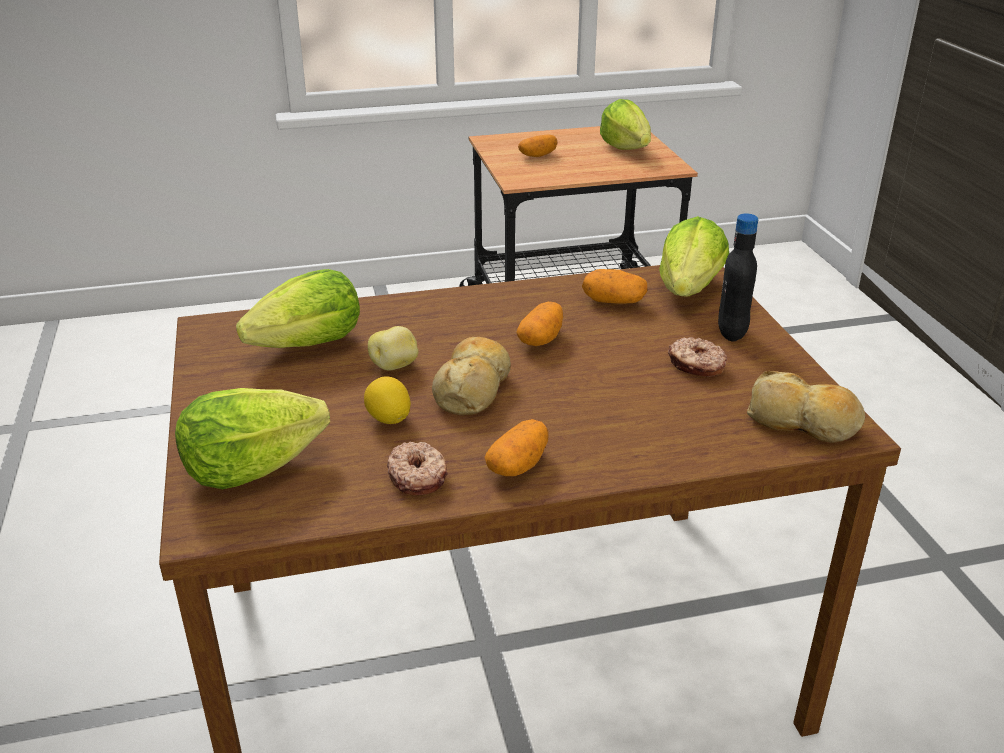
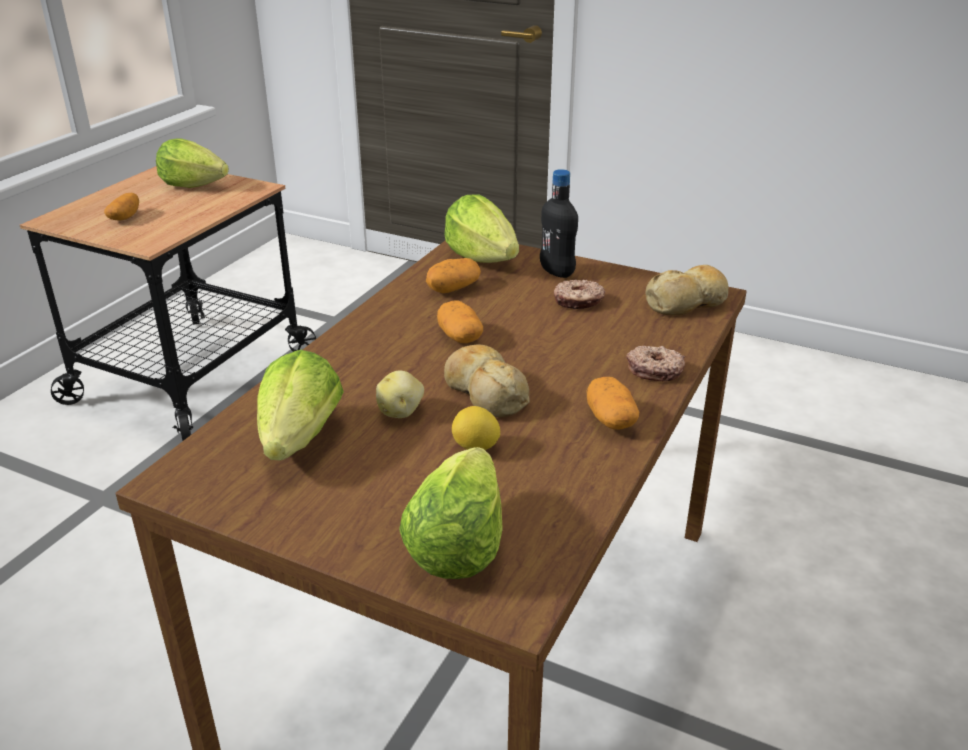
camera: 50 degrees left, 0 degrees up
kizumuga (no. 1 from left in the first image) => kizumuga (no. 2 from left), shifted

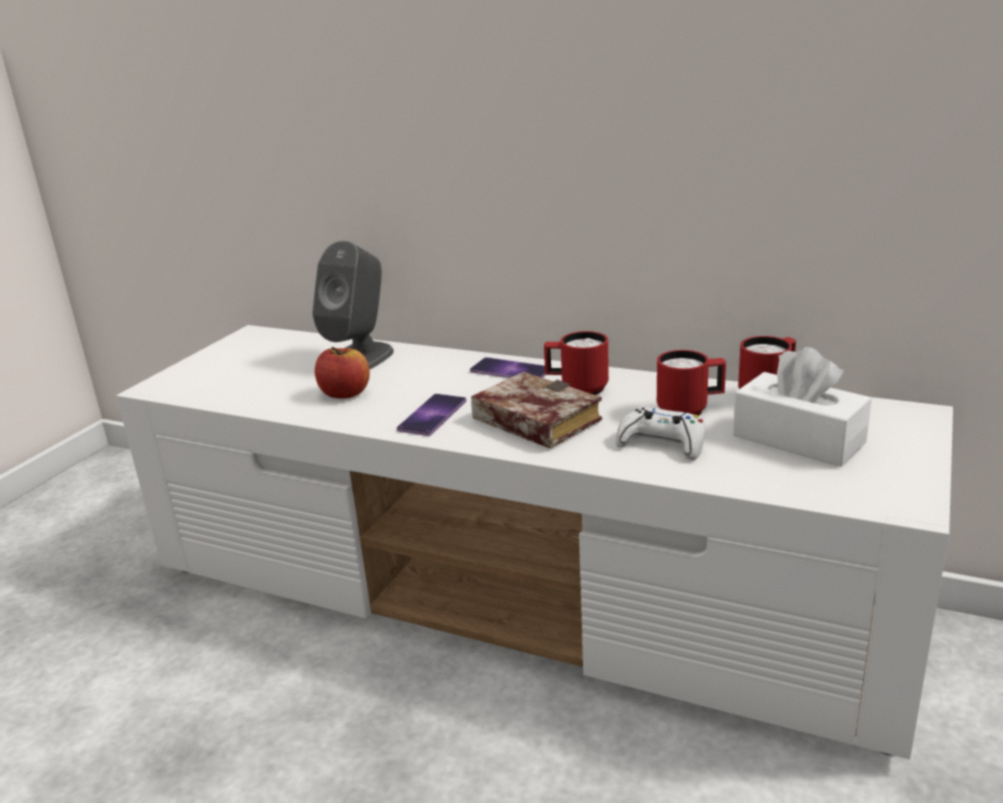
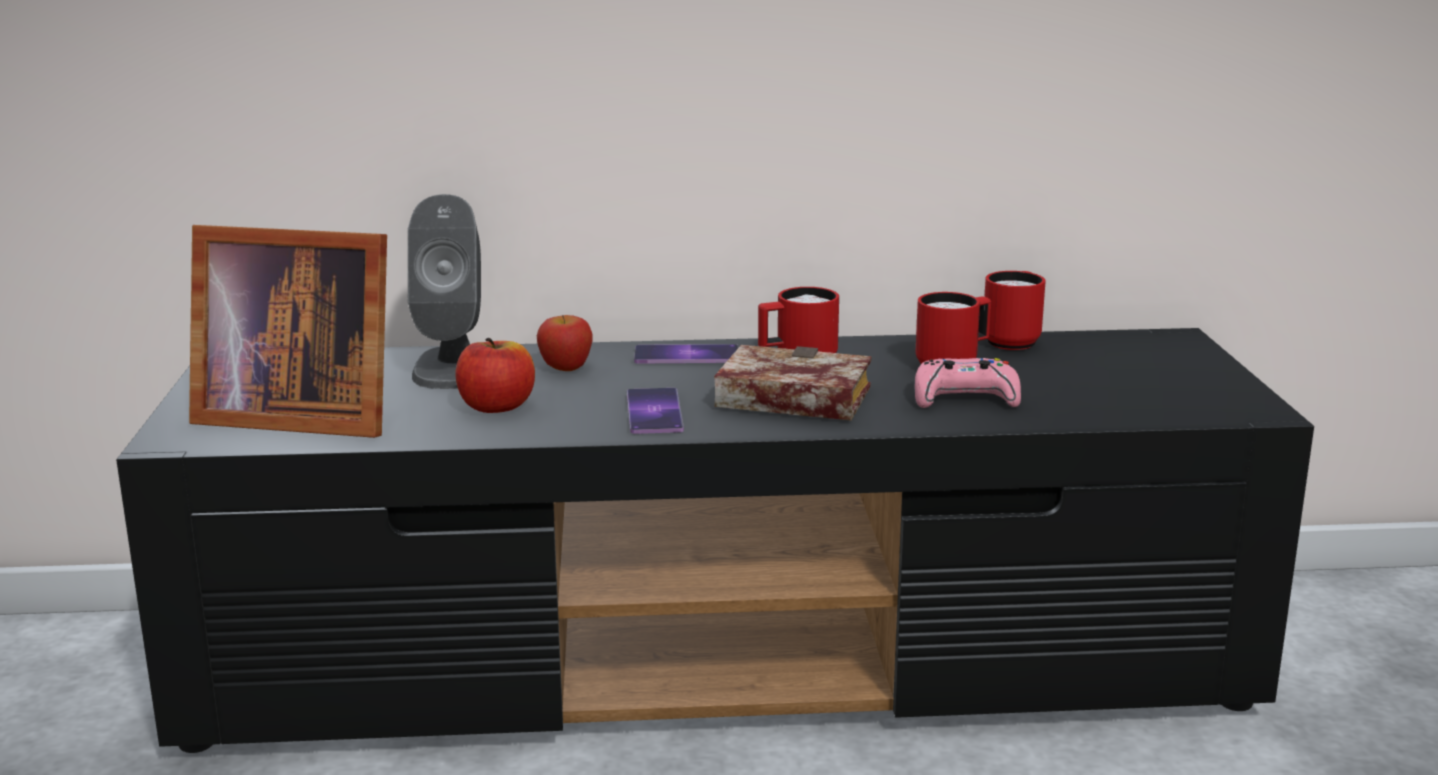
camera: 30 degrees left, 5 degrees down
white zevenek => black zevenek
nothing => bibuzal
nothing => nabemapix (no. 2 from left)
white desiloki => pink desiloki
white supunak => nothing

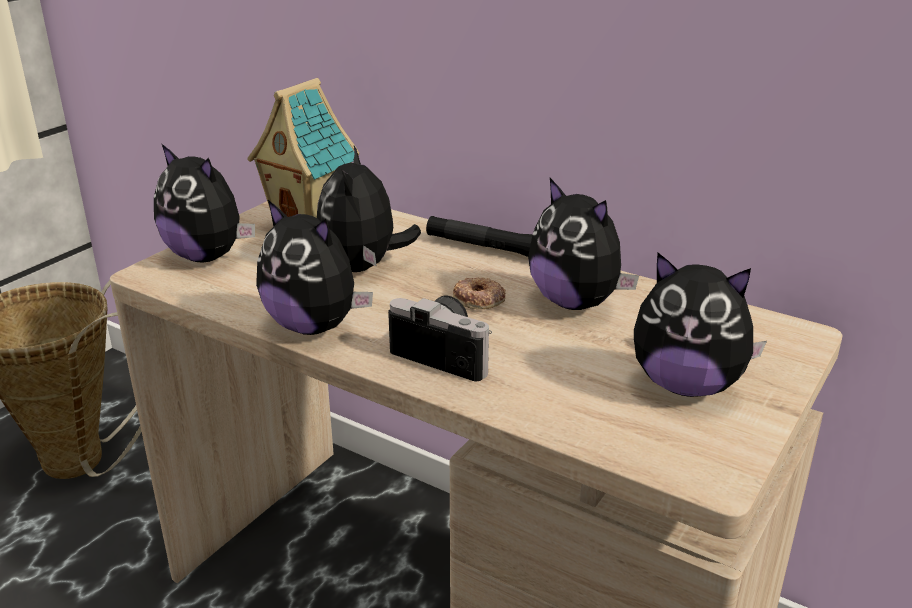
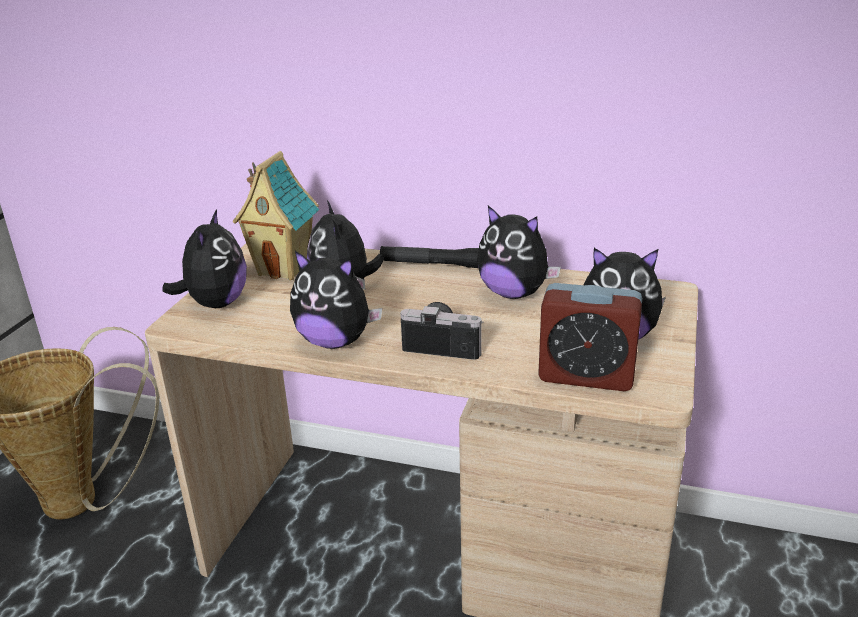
camera: 15 degrees left, 0 degrees up
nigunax (no. 1 from left), 105 degrees counterclockwise
nothing => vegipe
kizumuga => nothing

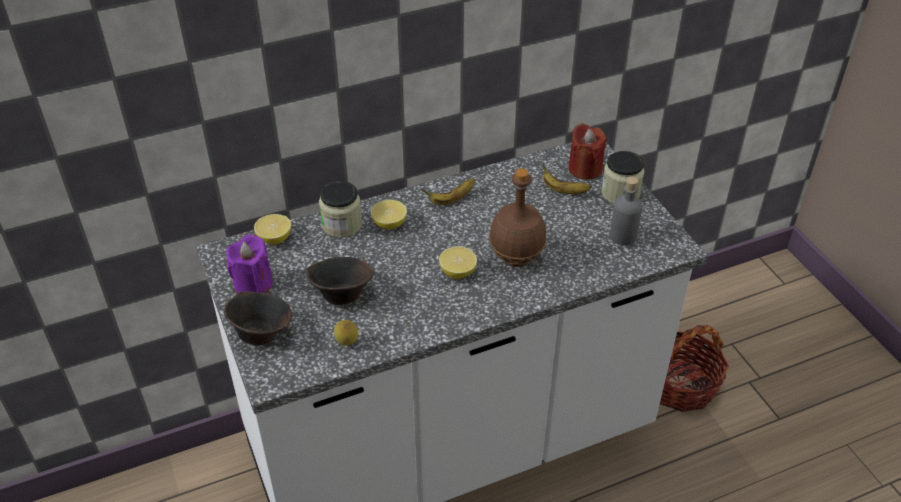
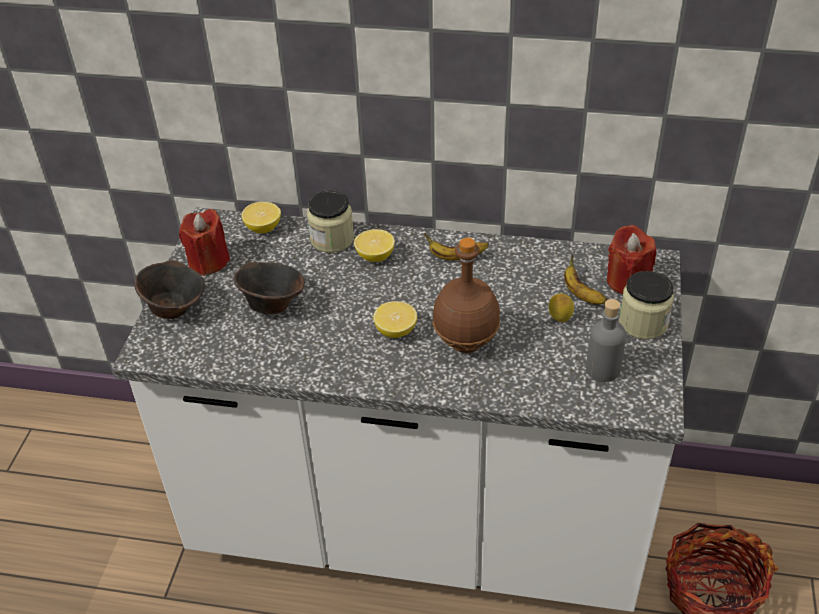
camera: 35 degrees right, 0 degrees up
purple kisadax => red kisadax (no. 1 from left)
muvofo (no. 2 from left in the first image) => muvofo (no. 4 from left), shifted

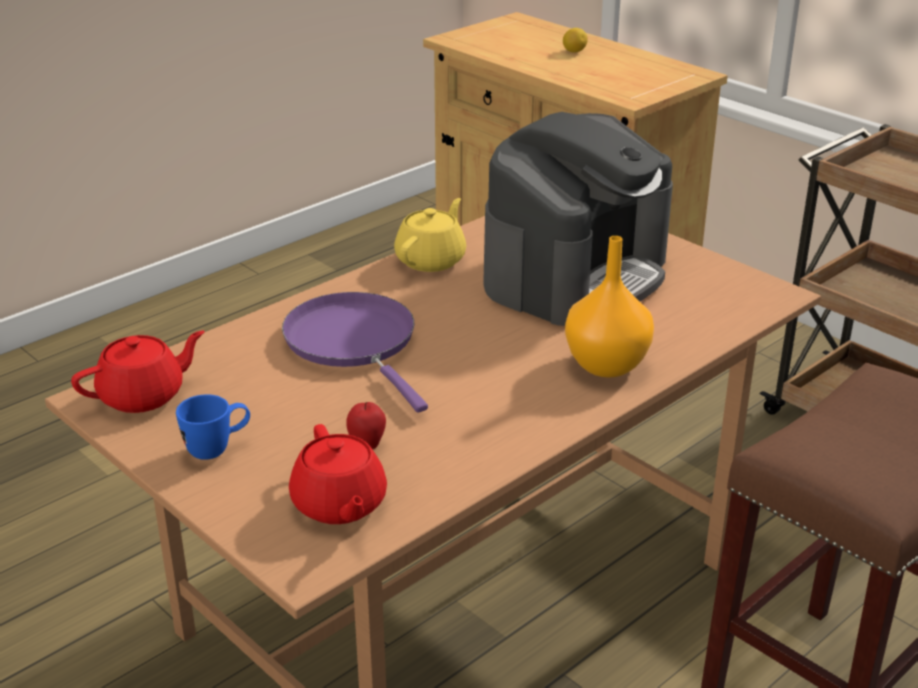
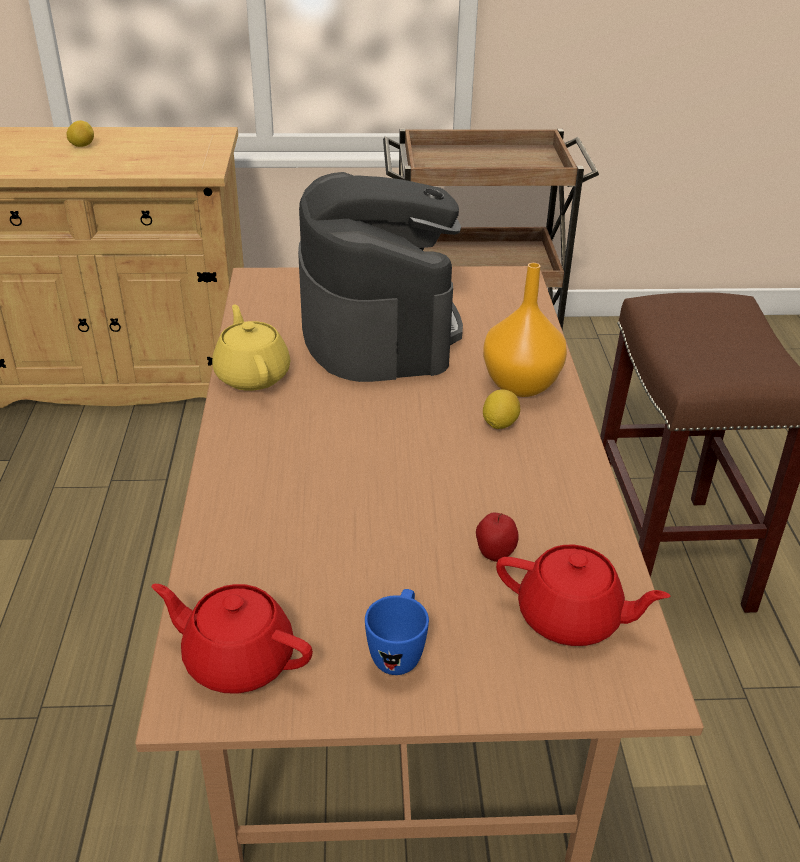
camera: 50 degrees left, 5 degrees up
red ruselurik (no. 1 from left), 75 degrees counterclockwise
nothing => muvofo (no. 2 from left)
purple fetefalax => nothing

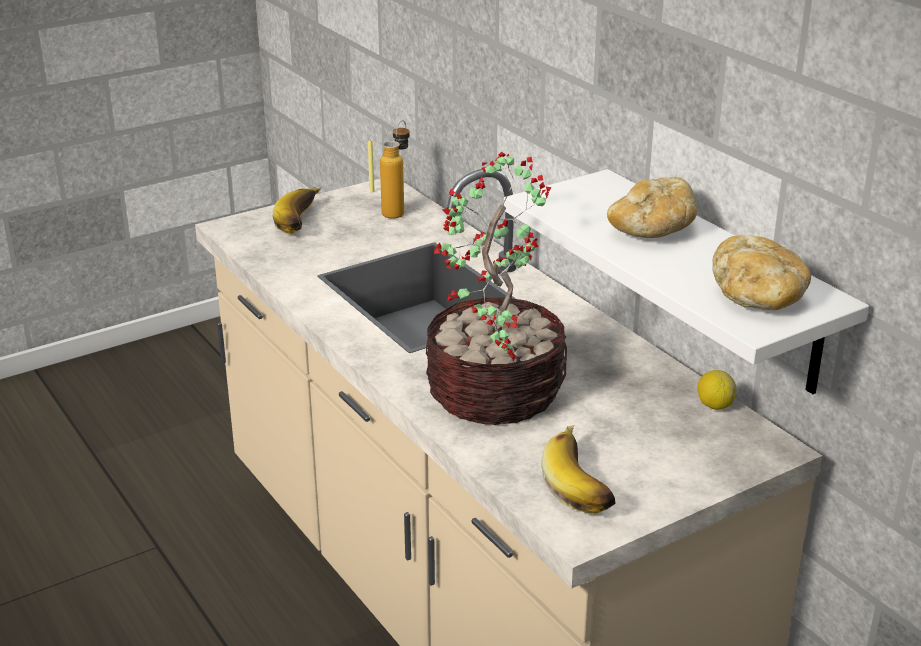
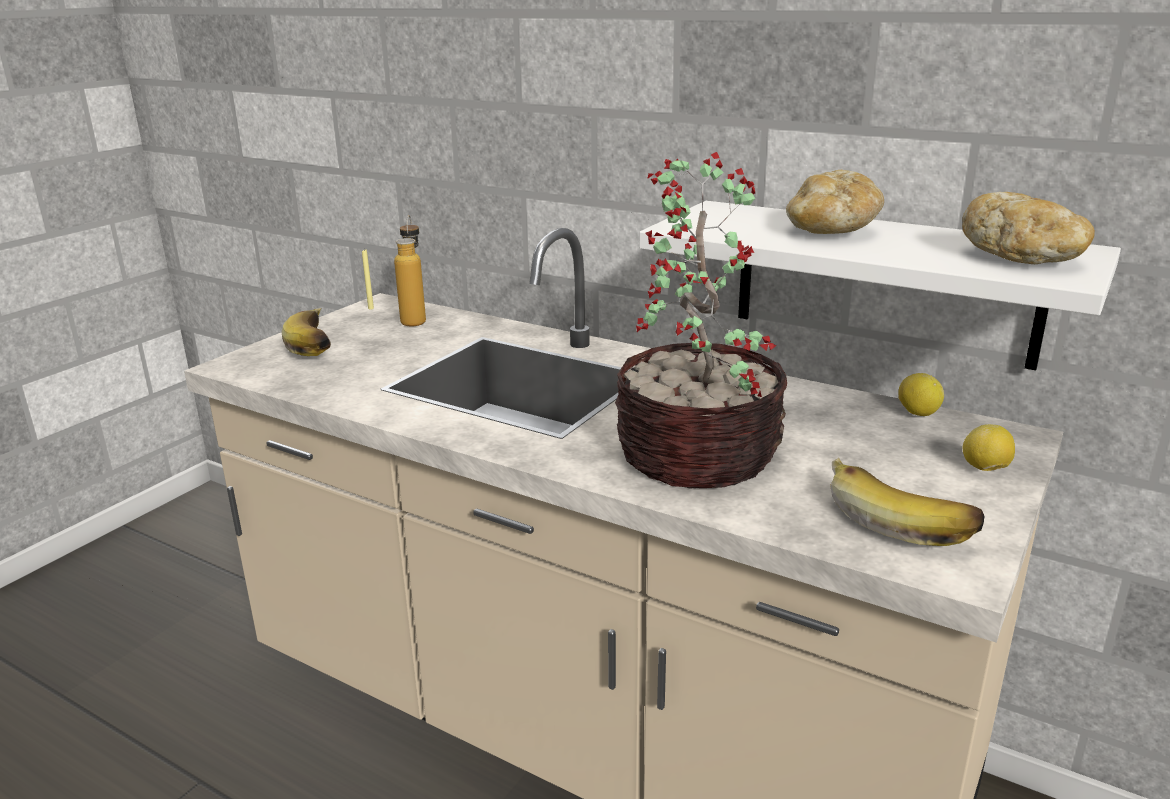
camera: 25 degrees left, 5 degrees down
nothing => muvofo (no. 2 from left)

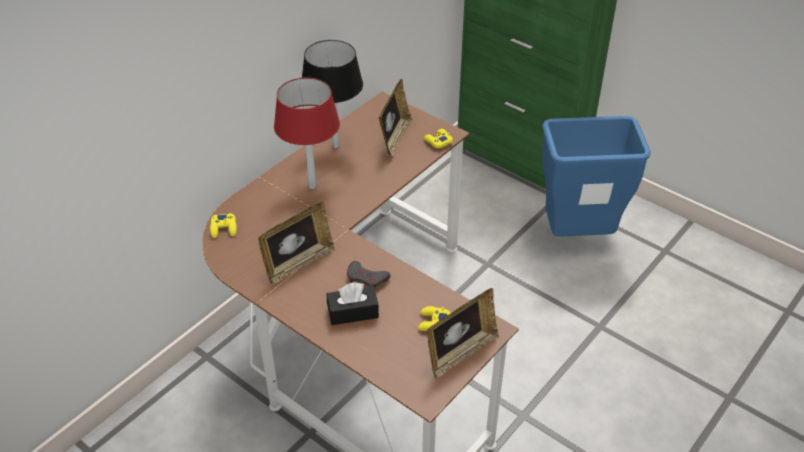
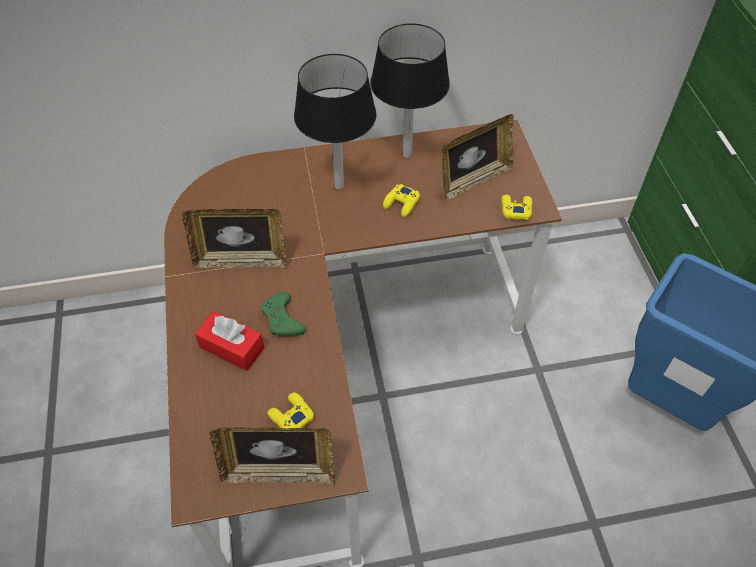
camera: 40 degrees right, 10 degrees up
black supunak => red supunak
grey desiloki => green desiloki
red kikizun => black kikizun (no. 1 from left)
yellow desiloki (no. 1 from left in the first image) => yellow desiloki (no. 2 from left), shifted

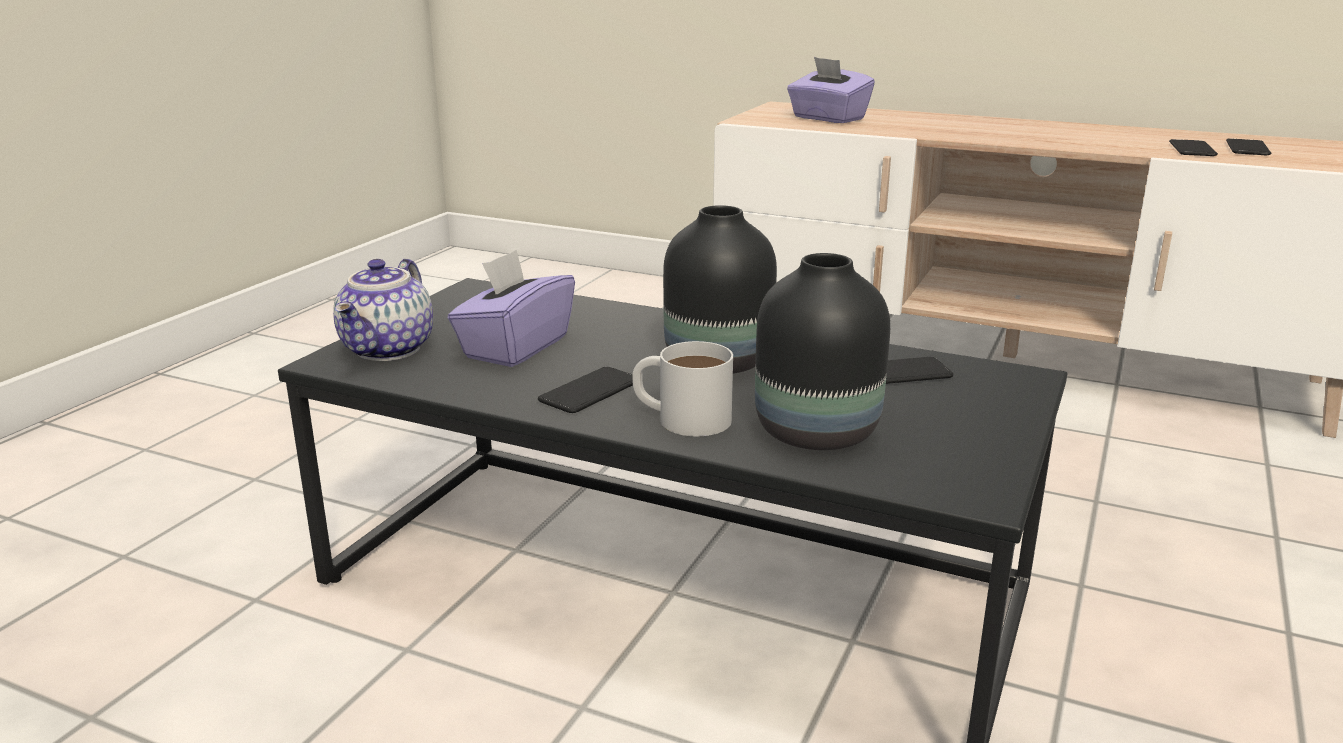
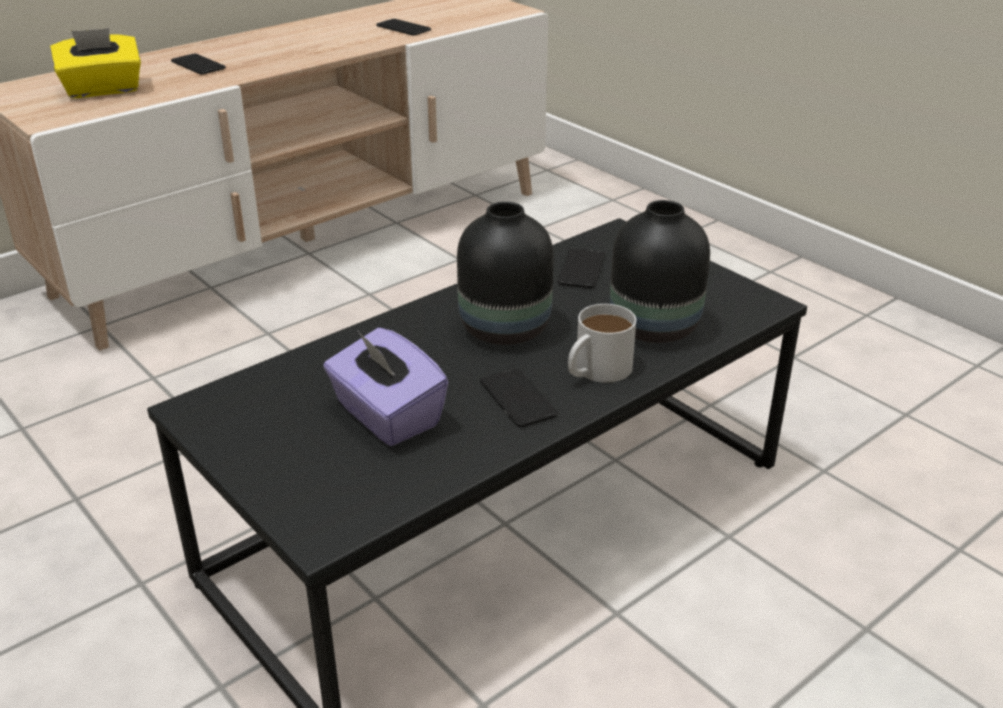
camera: 65 degrees left, 10 degrees up
purple supunak (no. 2 from left) => yellow supunak
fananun (no. 4 from left in the first image) => fananun (no. 1 from left), shifted
ruselurik => nothing

